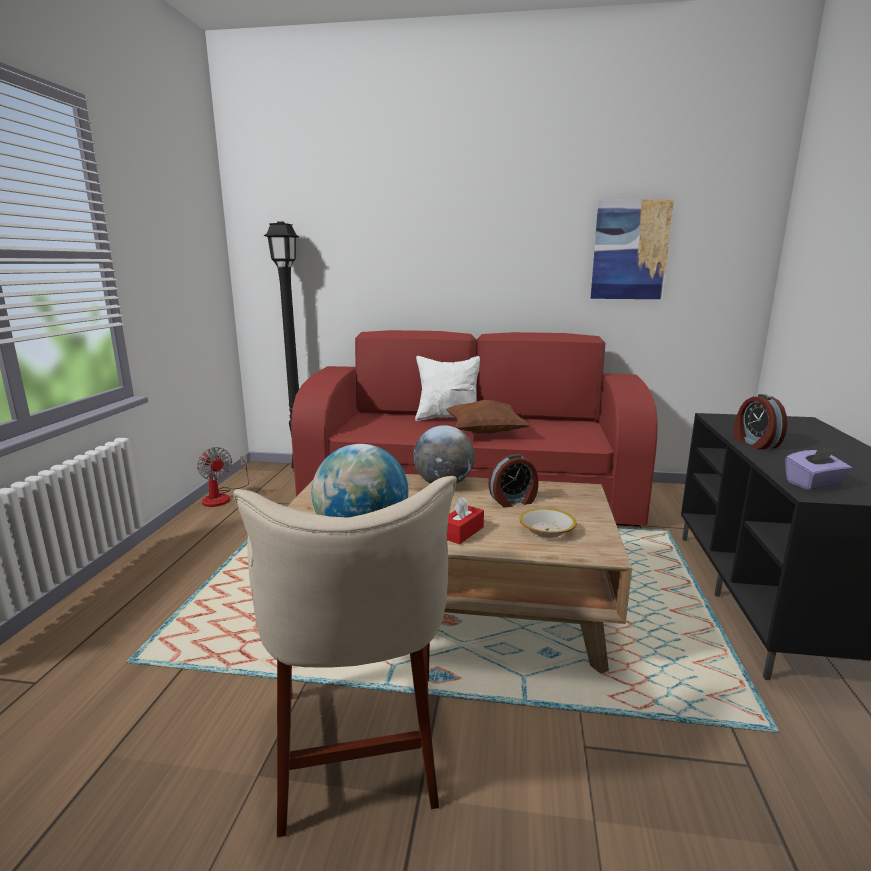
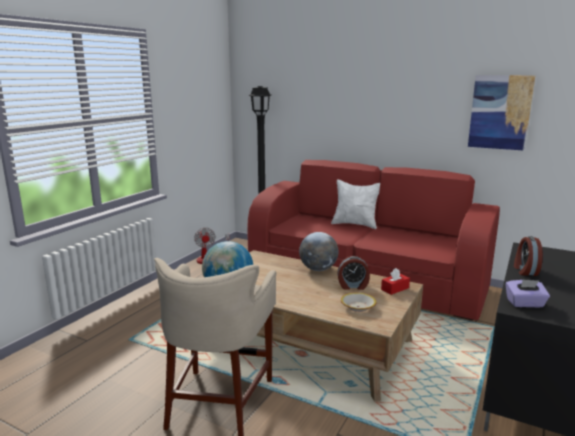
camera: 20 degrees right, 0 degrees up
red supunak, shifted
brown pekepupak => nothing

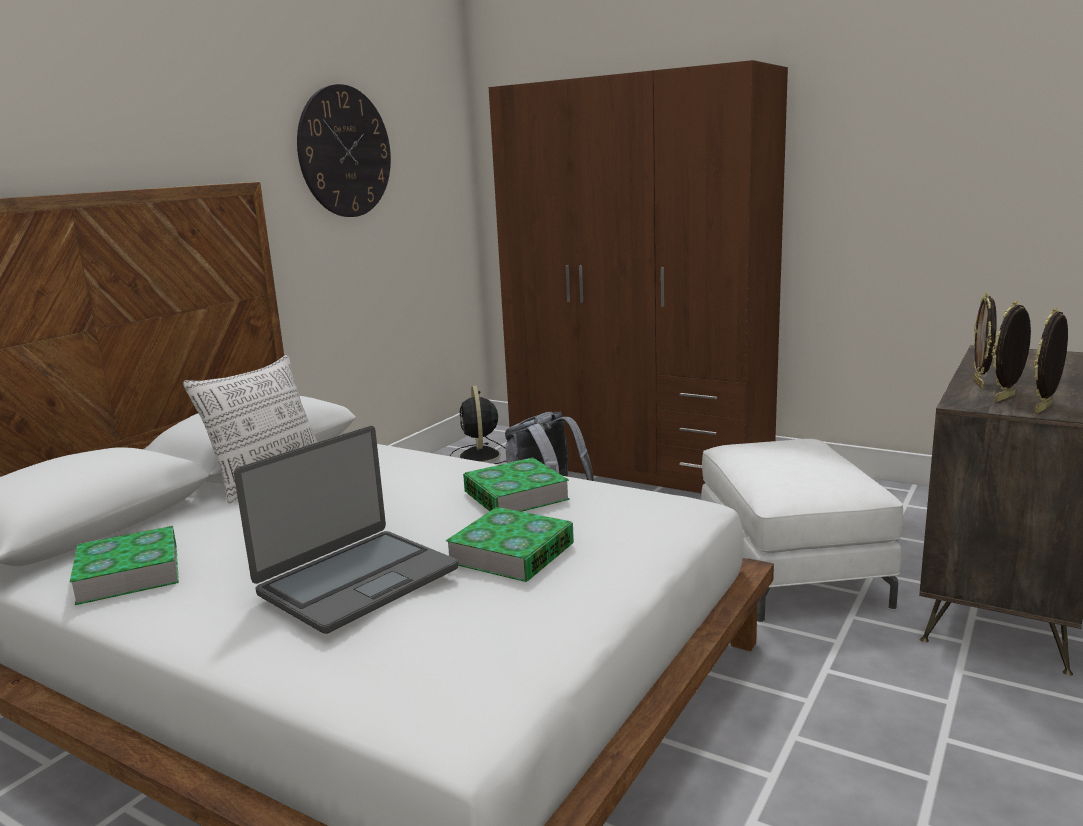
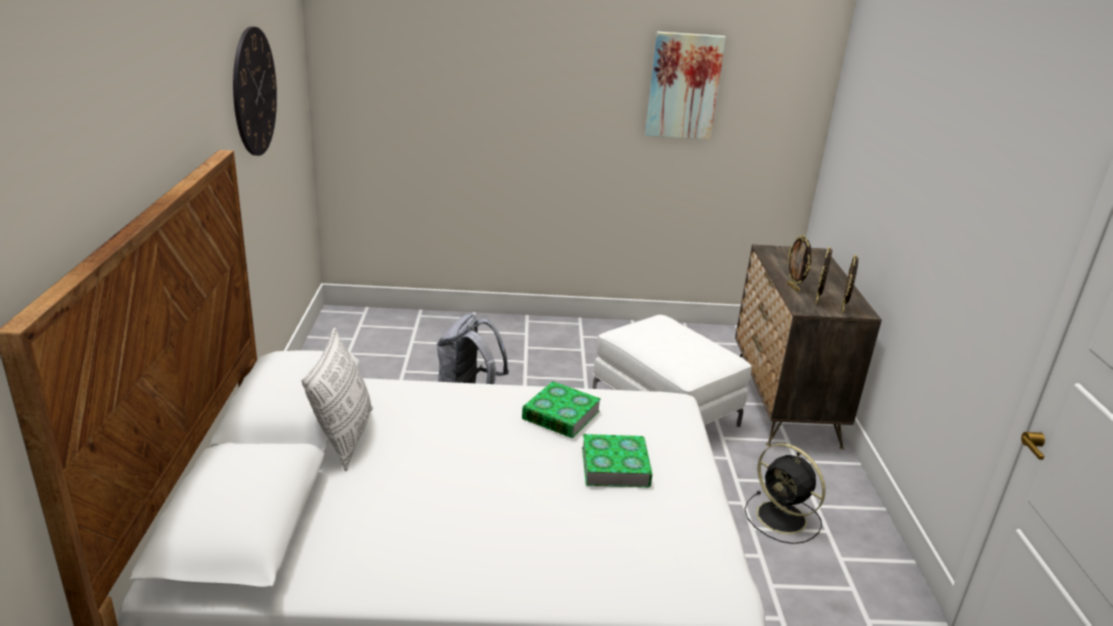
camera: 35 degrees left, 10 degrees up
nothing => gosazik
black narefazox, shifted
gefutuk (no. 1 from left) => nothing
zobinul => nothing
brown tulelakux => nothing

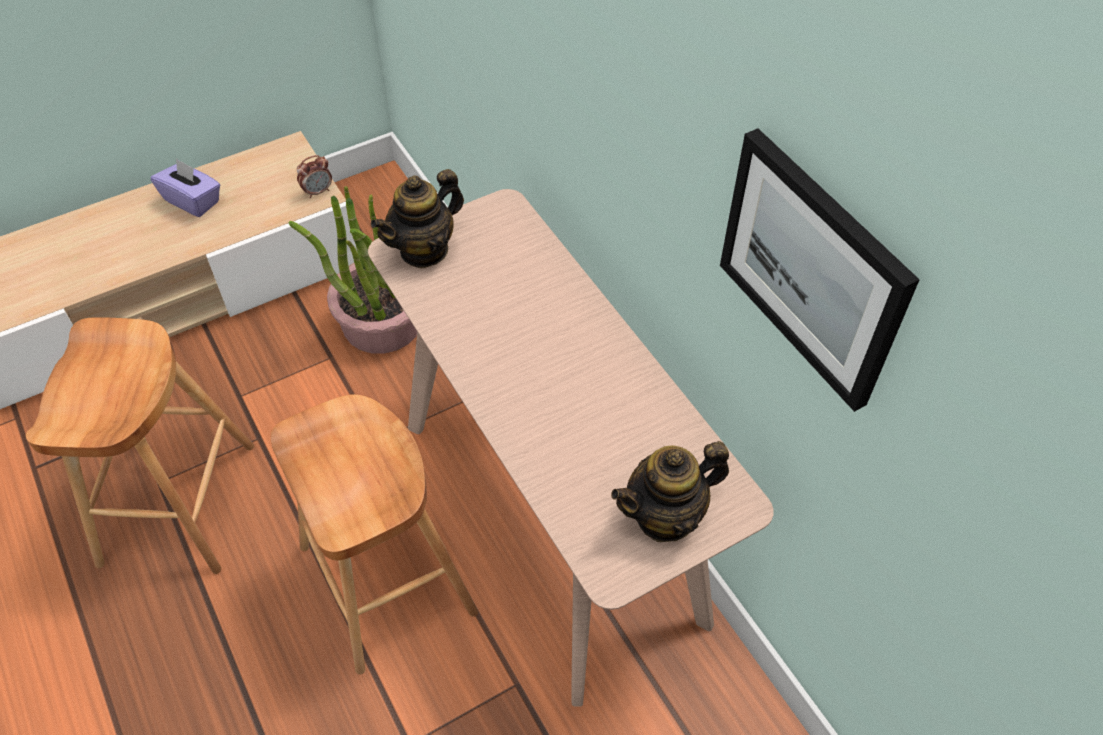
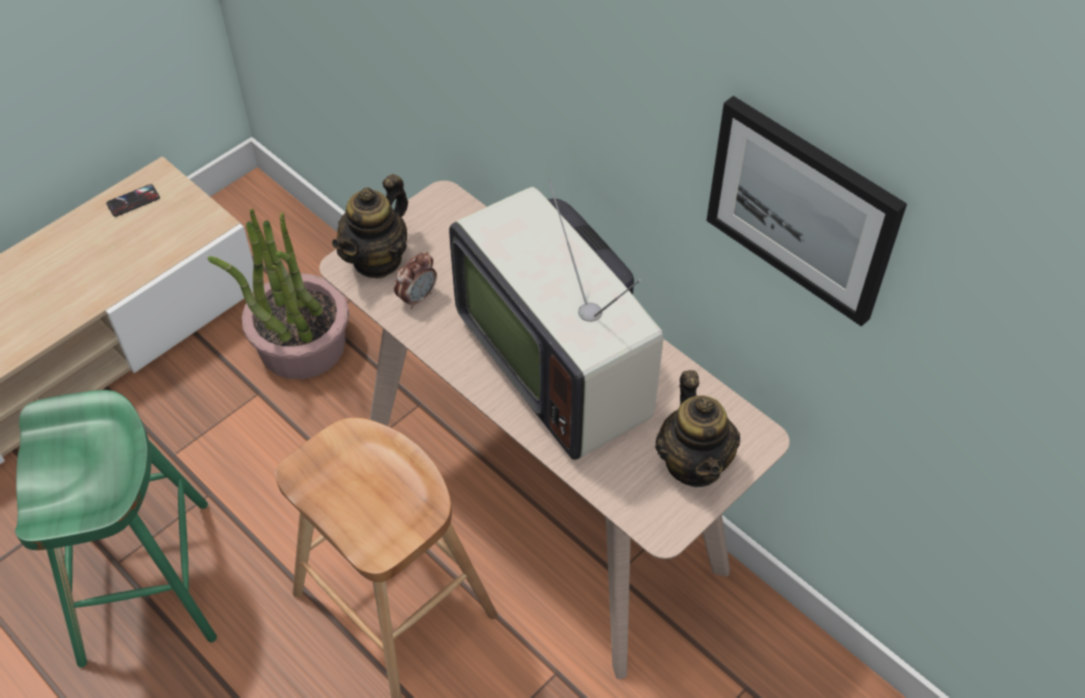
camera: 15 degrees left, 0 degrees up
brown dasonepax (no. 1 from left) => green dasonepax
nothing => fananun
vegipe, shifted
nothing => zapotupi
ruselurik (no. 2 from left), 60 degrees counterclockwise
purple supunak => nothing

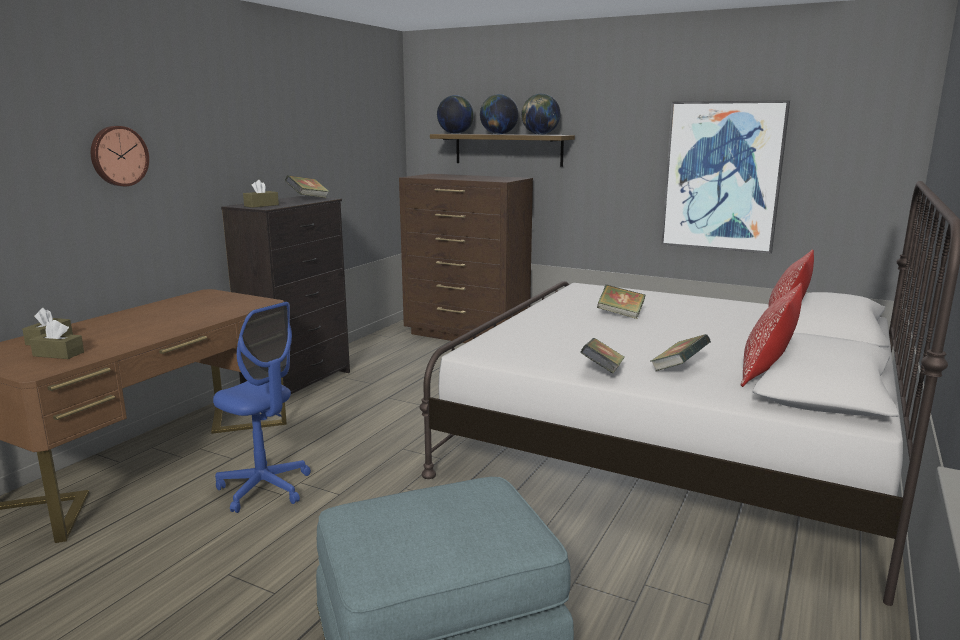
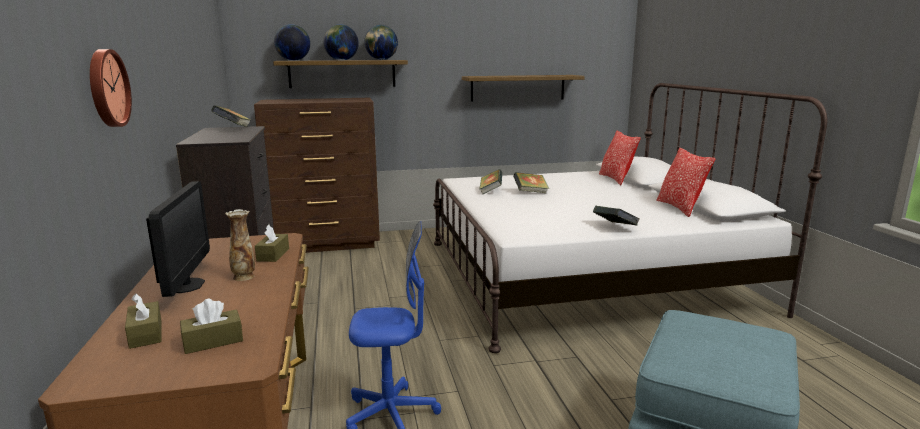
camera: 40 degrees left, 0 degrees up
nothing => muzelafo
nothing => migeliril
brown supunak (no. 3 from left), shifted
gosazik => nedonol (no. 2 from left)
gefutuk (no. 4 from left in the first image) => gefutuk (no. 2 from left), shifted

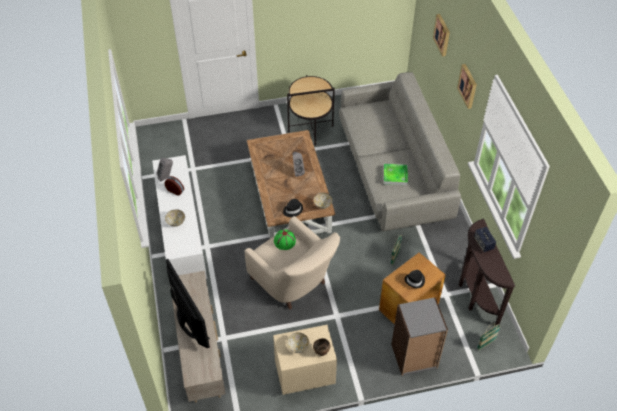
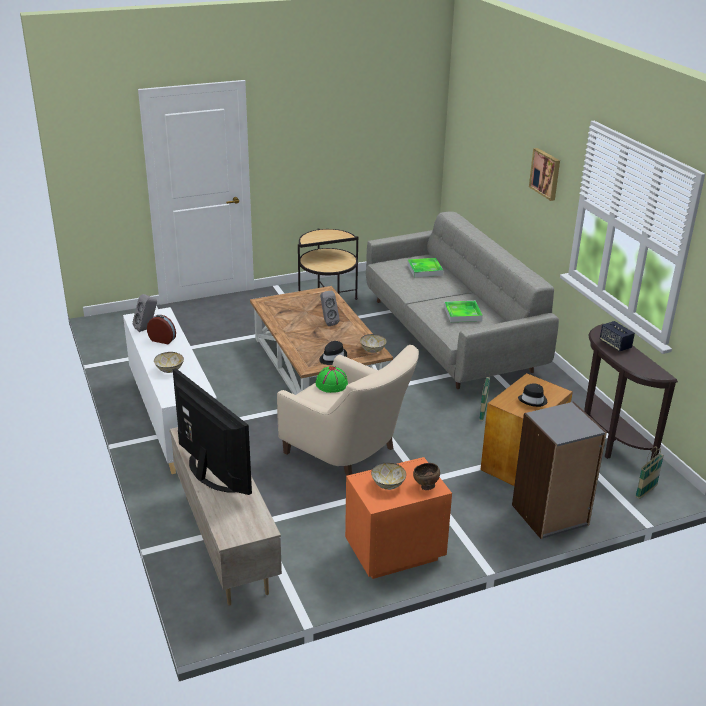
camera: 10 degrees left, 20 degrees down
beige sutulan => orange sutulan
nothing => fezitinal (no. 1 from left)
gosazik (no. 1 from left) => nothing

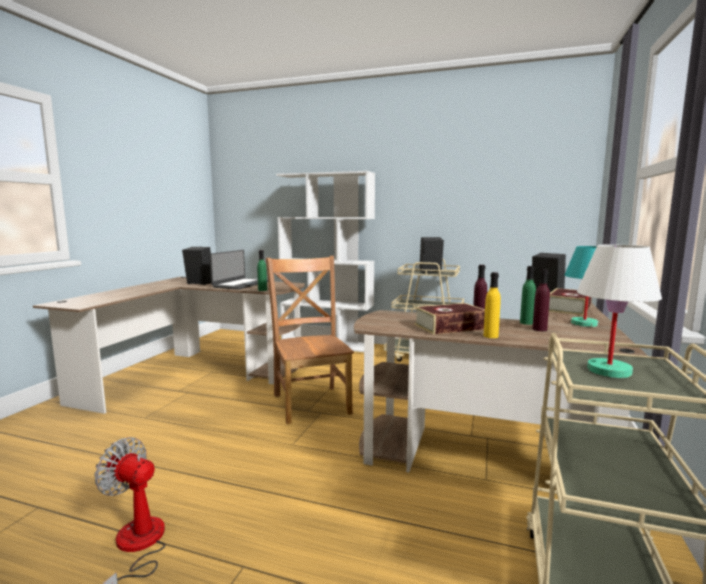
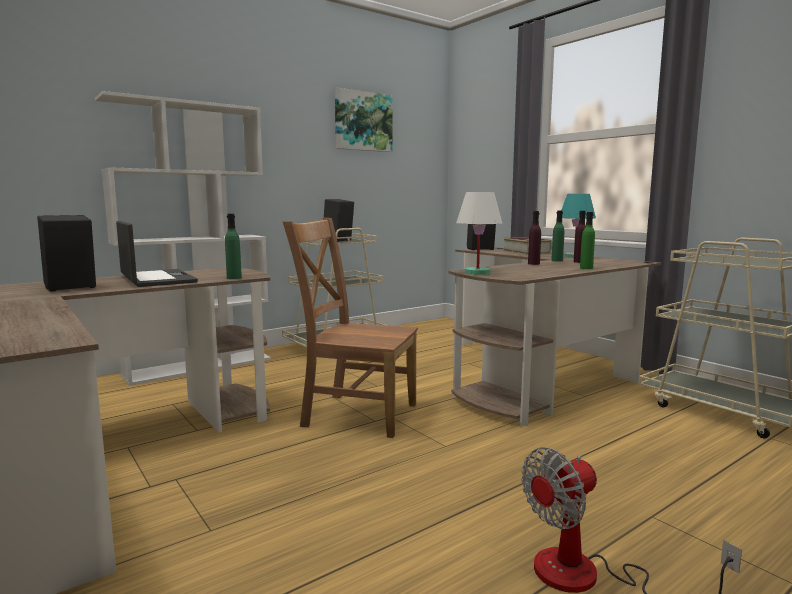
camera: 55 degrees left, 0 degrees up
nothing => gosazik
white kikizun, shifted
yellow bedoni => green bedoni (no. 3 from left)
gefutuk (no. 1 from left) => nothing

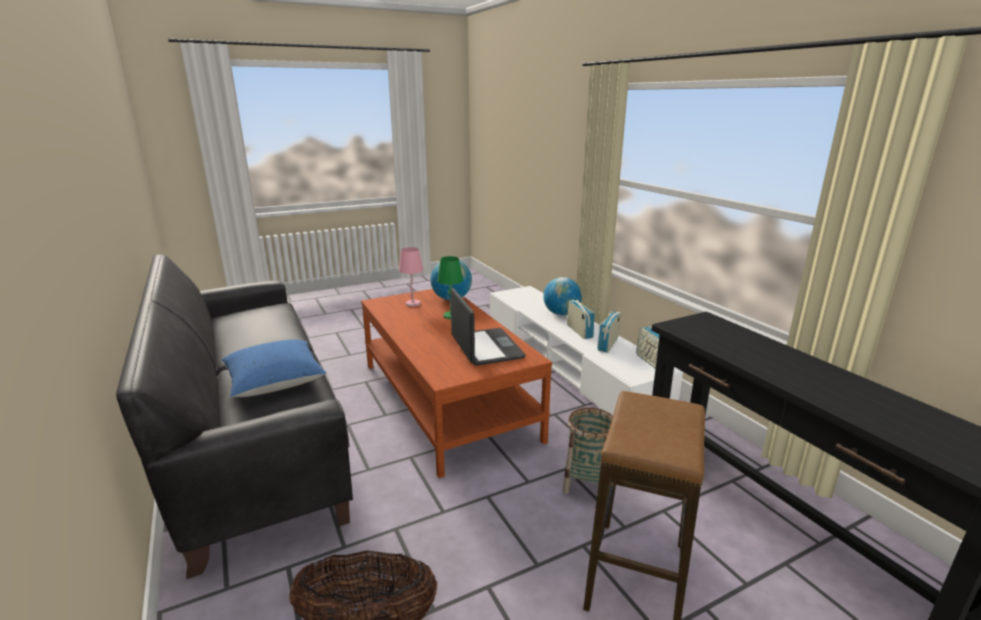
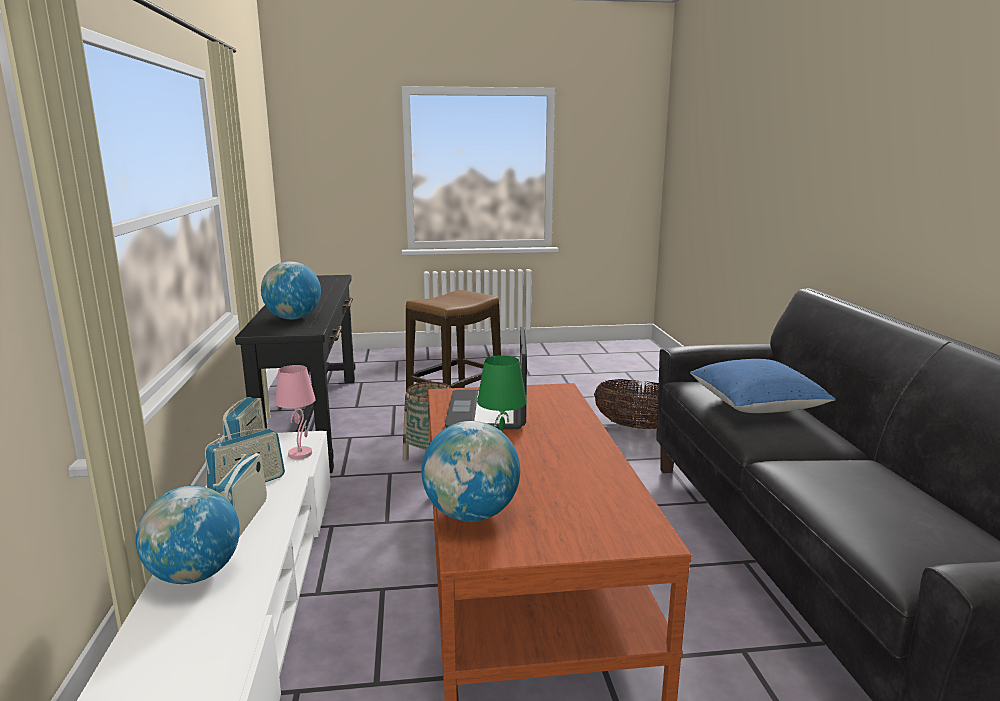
camera: 160 degrees left, 5 degrees down
nothing => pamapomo (no. 2 from left)
pink kikizun, shifted

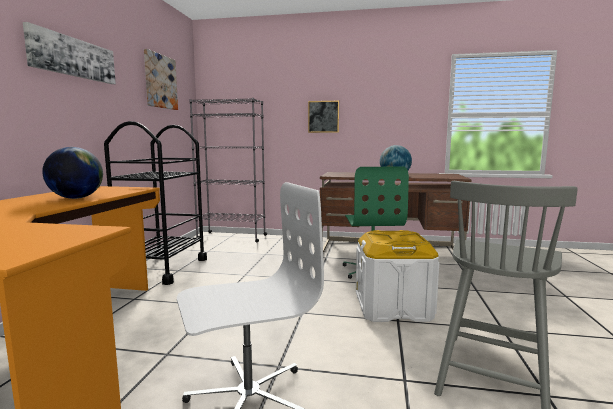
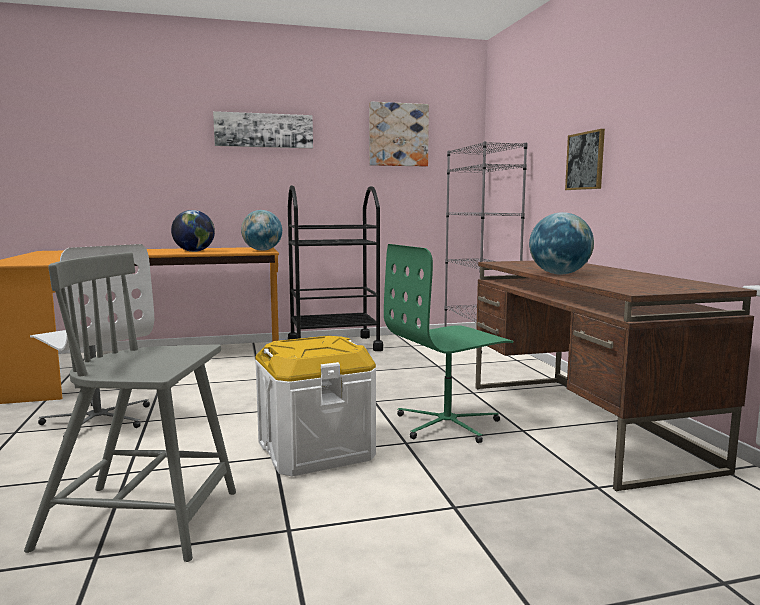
camera: 65 degrees right, 0 degrees up
nothing => pamapomo (no. 2 from left)

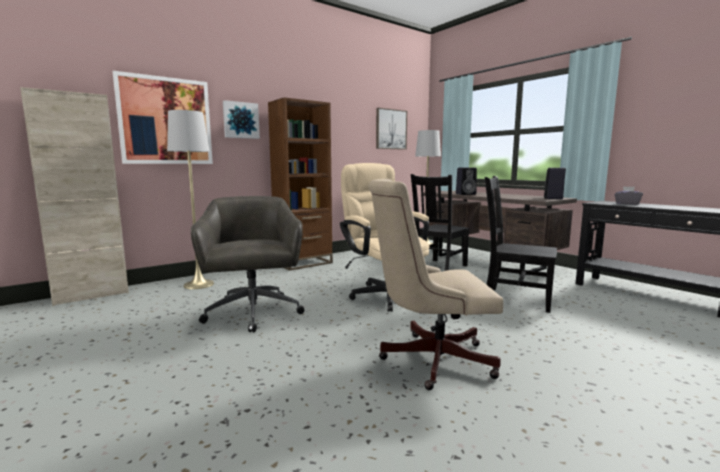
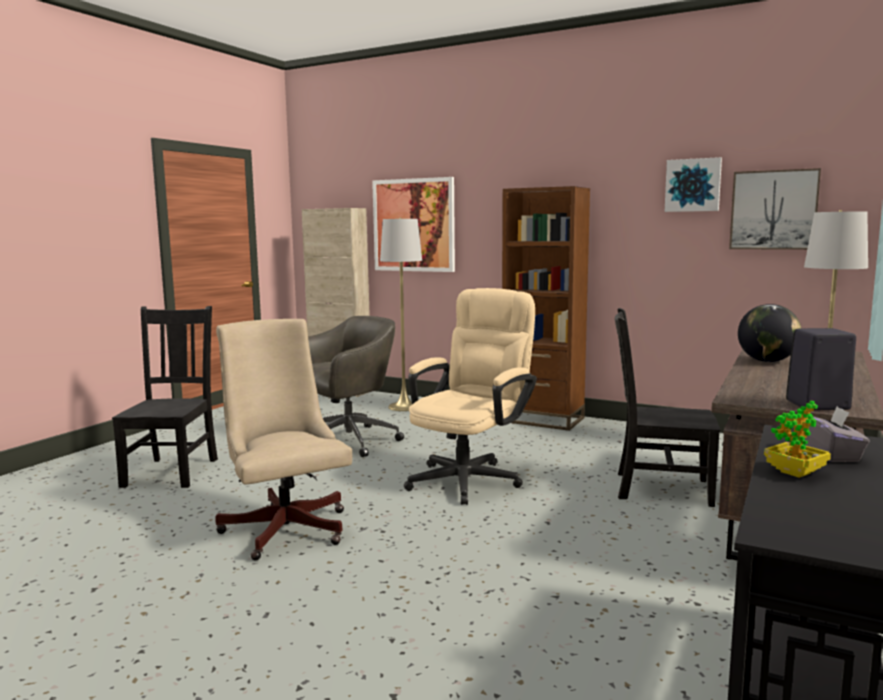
camera: 65 degrees right, 0 degrees up
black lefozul (no. 2 from left in the first image) => black lefozul (no. 1 from left), shifted
gosazik (no. 2 from left), shifted
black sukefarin (no. 1 from left) => pamapomo
nothing => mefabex

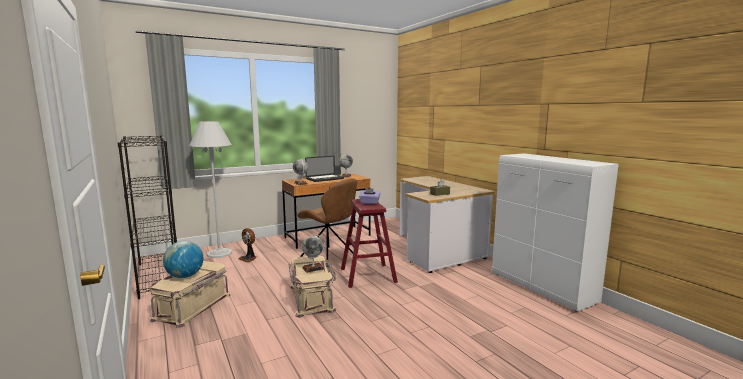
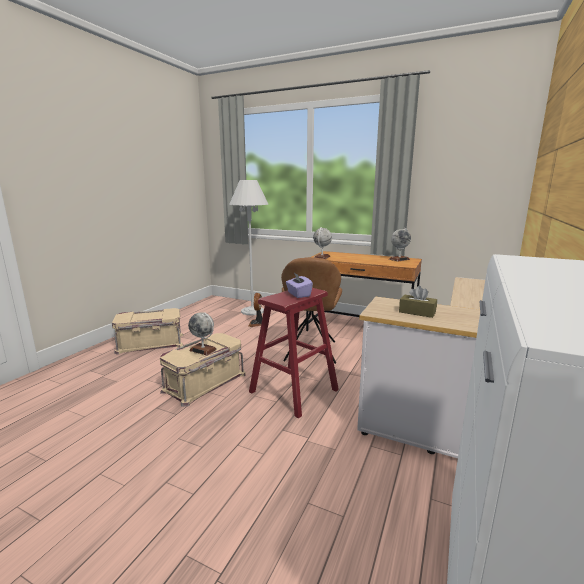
camera: 55 degrees right, 5 degrees up
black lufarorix => nothing
pamapomo (no. 1 from left) => nothing
zobinul => nothing

